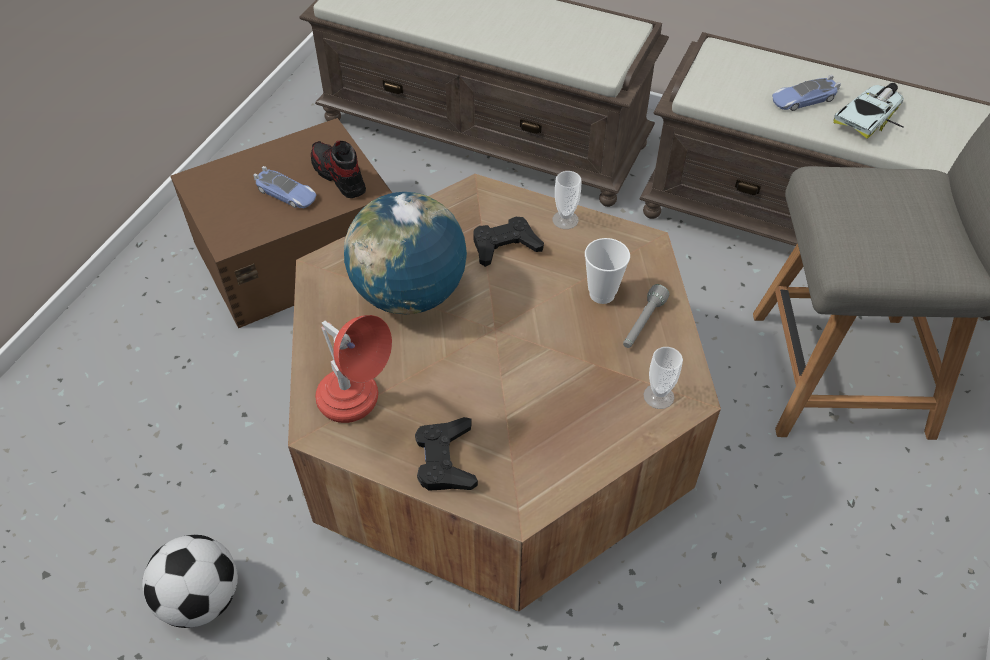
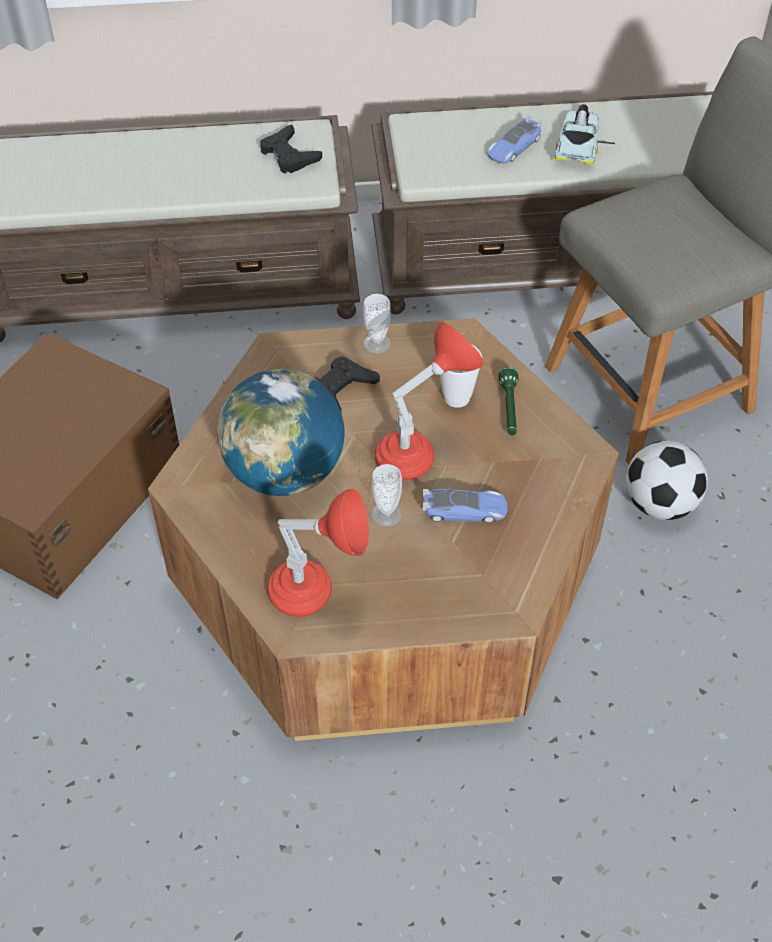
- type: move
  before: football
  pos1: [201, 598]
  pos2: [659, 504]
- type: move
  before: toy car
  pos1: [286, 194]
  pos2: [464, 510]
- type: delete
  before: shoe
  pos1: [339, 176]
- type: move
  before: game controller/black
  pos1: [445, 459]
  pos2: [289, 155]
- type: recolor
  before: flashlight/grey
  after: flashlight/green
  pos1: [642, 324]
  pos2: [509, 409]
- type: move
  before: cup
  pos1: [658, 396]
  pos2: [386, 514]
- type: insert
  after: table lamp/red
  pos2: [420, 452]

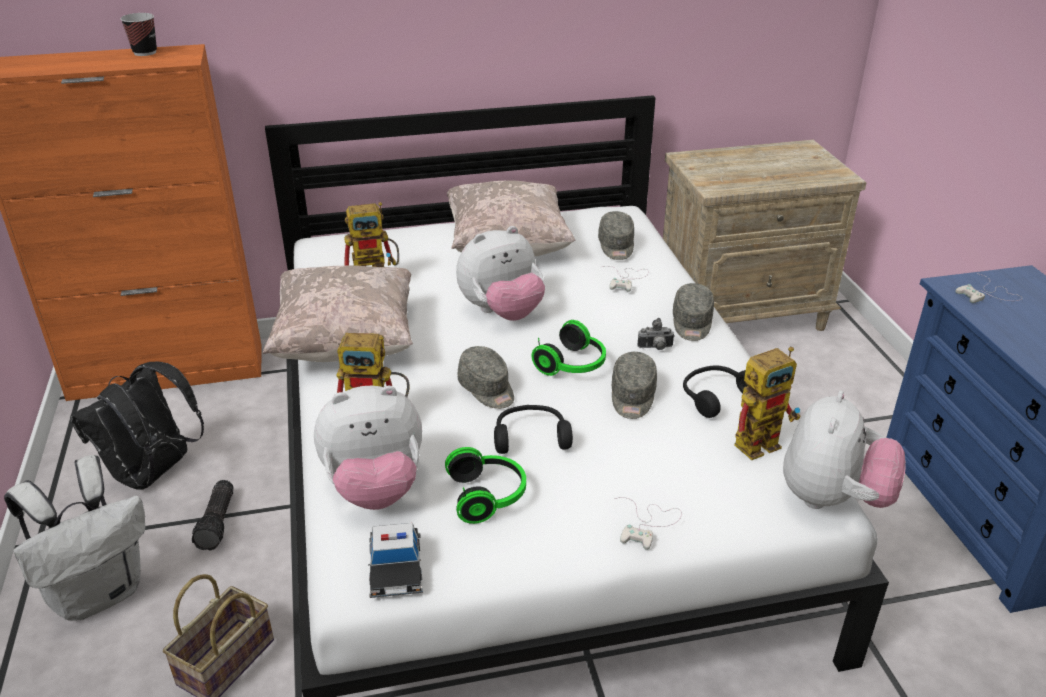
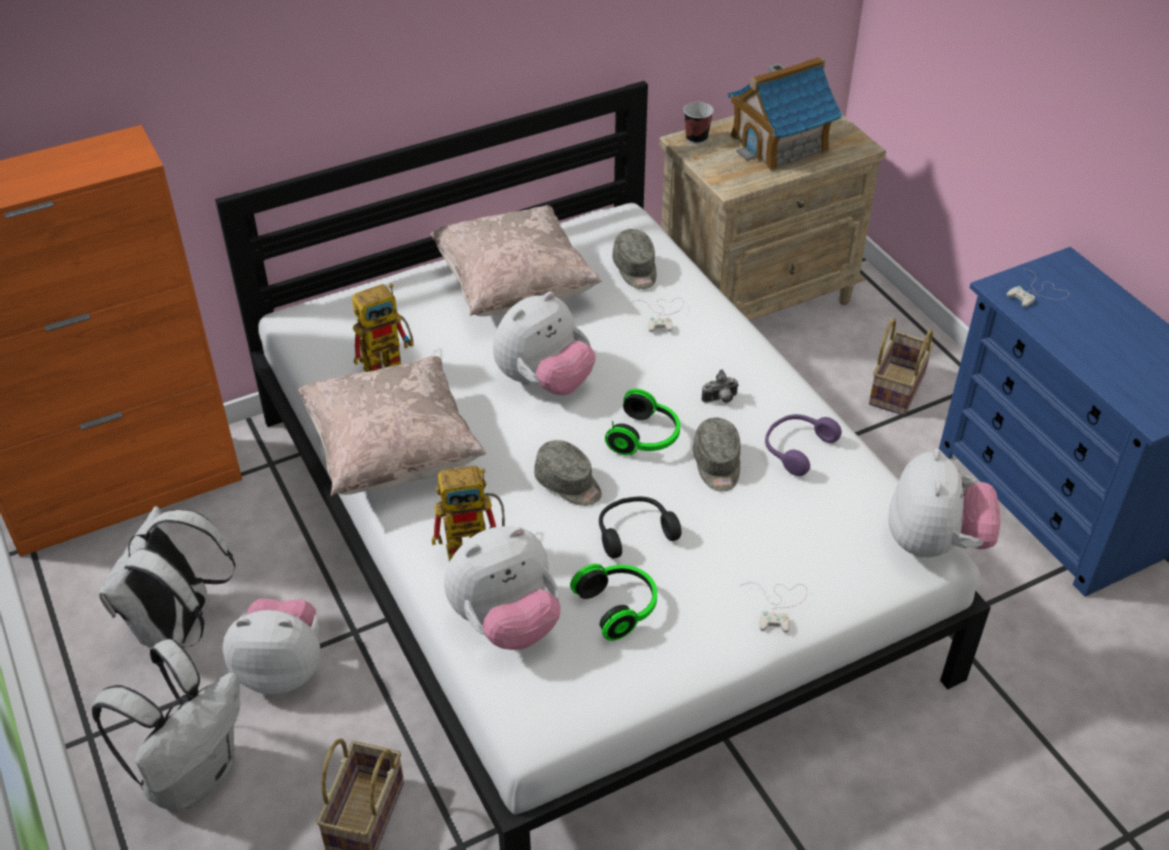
- type: recolor
  before: backpack/black
  after: backpack/white
  pos1: [154, 474]
  pos2: [178, 627]
- type: move
  before: cup
  pos1: [145, 52]
  pos2: [696, 138]
- type: replace
  before: flashlight
  after: plush toy
  pos1: [218, 522]
  pos2: [282, 669]
- type: delete
  before: toy car
  pos1: [396, 568]
- type: delete
  before: cap/grey
  pos1: [692, 323]
- type: recolor
  before: headphones/black
  after: headphones/purple
  pos1: [714, 396]
  pos2: [796, 448]
- type: delete
  before: toy robot
  pos1: [762, 440]
- type: insert
  after: toy house
  pos2: [780, 143]
- type: insert
  after: basket
  pos2: [896, 387]

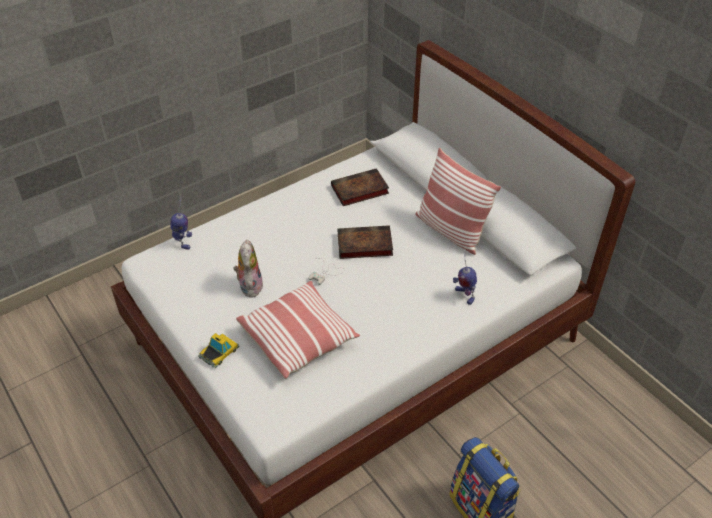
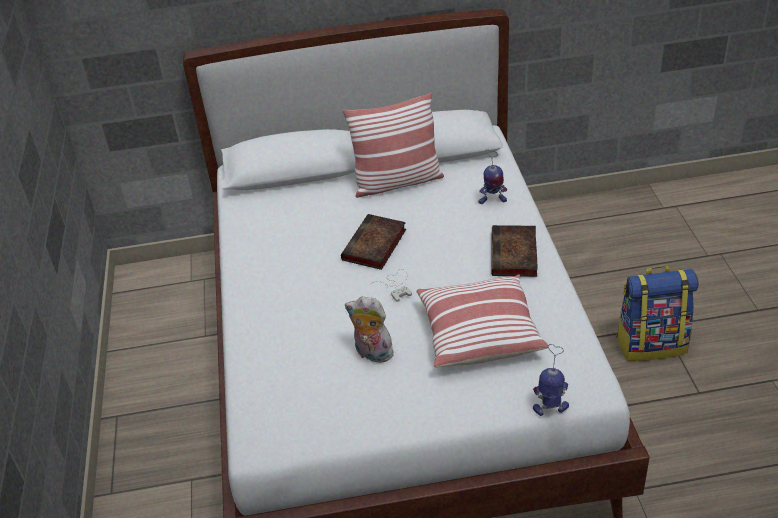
- type: move
  before: toy robot
  pos1: [183, 242]
  pos2: [551, 408]
- type: delete
  before: toy car
  pos1: [219, 352]
- type: move
  before: book
  pos1: [358, 190]
  pos2: [514, 256]

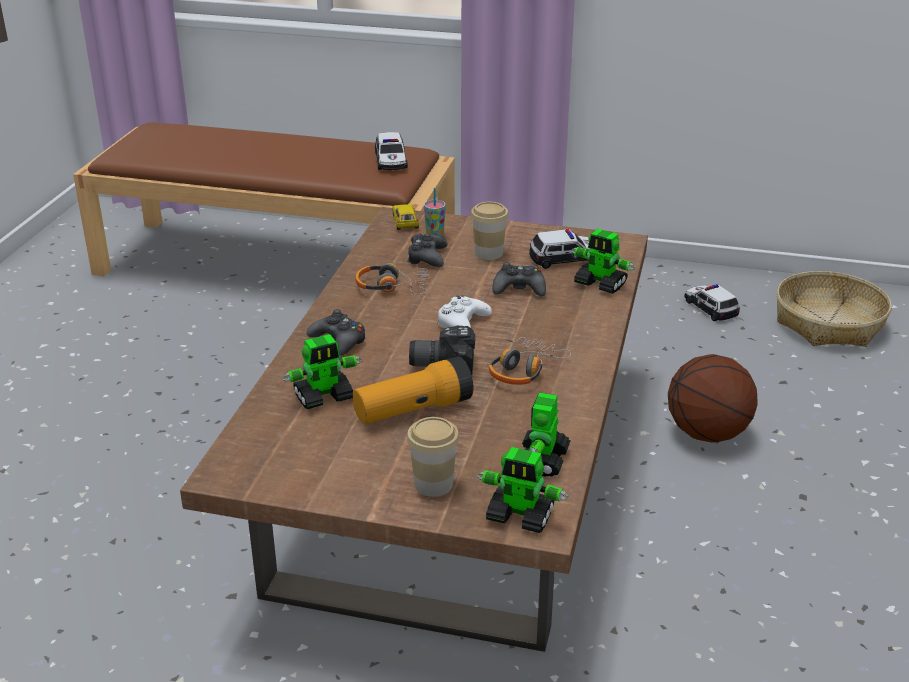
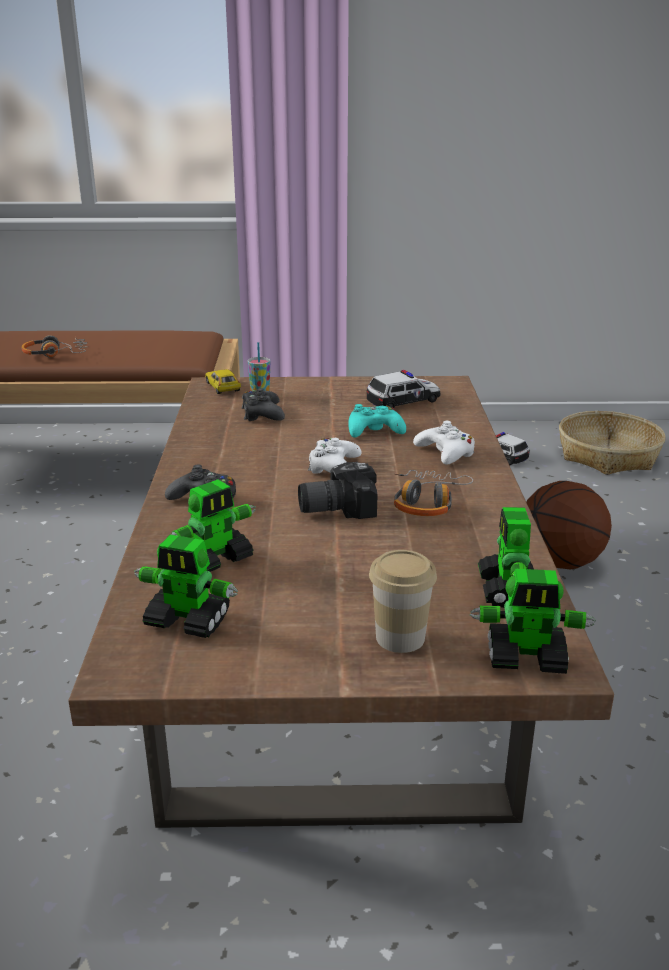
- type: delete
  before: flashlight
  pos1: [413, 410]
- type: move
  before: headphones
  pos1: [393, 286]
  pos2: [56, 354]
- type: delete
  before: toy car
  pos1: [391, 161]
- type: delete
  before: cup
  pos1: [488, 253]
- type: recolor
  before: game controller/black
  after: game controller/turquoise
  pos1: [519, 289]
  pos2: [374, 430]
- type: move
  before: toy robot
  pos1: [600, 284]
  pos2: [188, 621]
- type: insert
  after: game controller/white
  pos2: [445, 453]

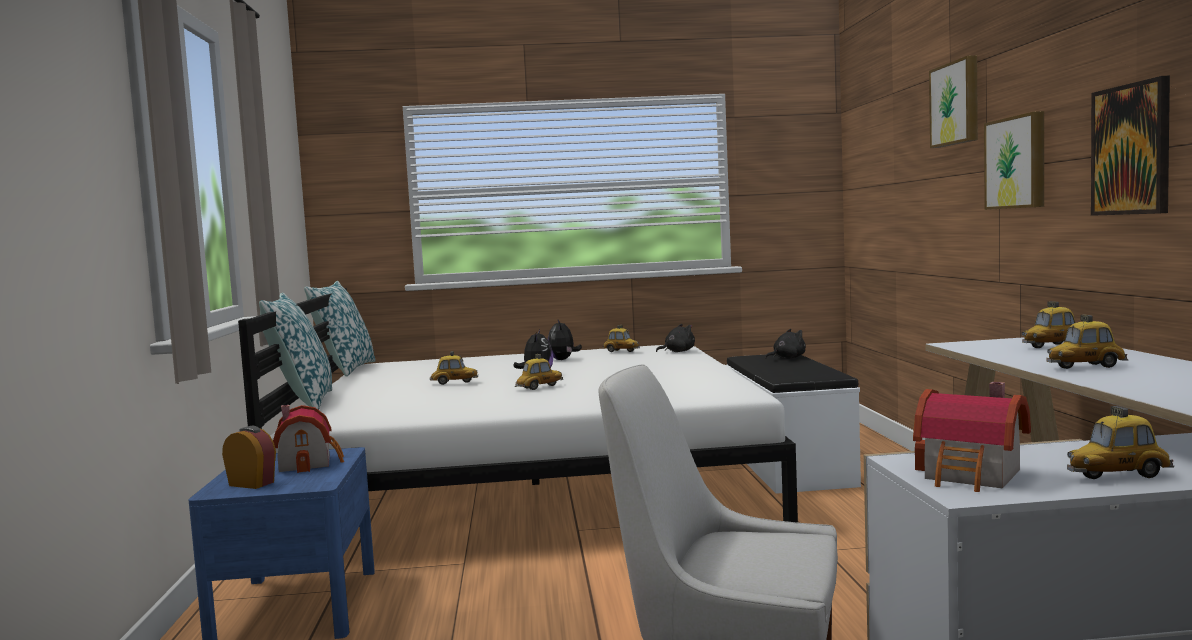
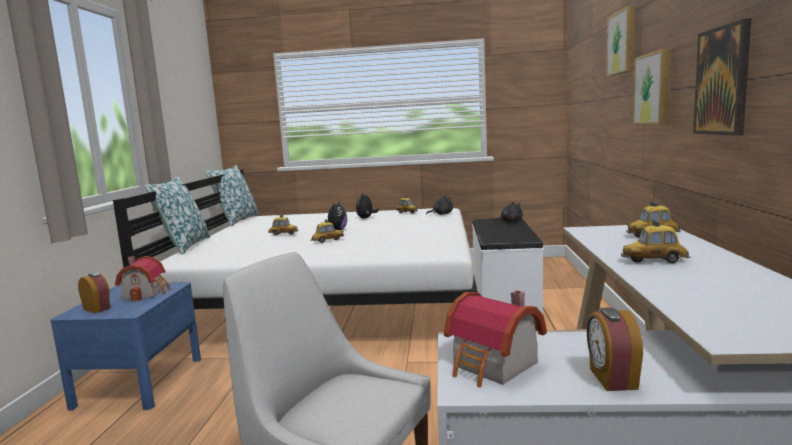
- type: replace
  before: toy car
  after: alarm clock
  pos1: [1118, 476]
  pos2: [611, 379]

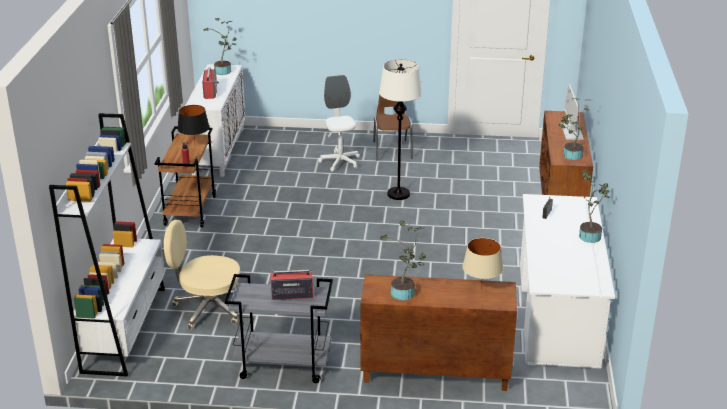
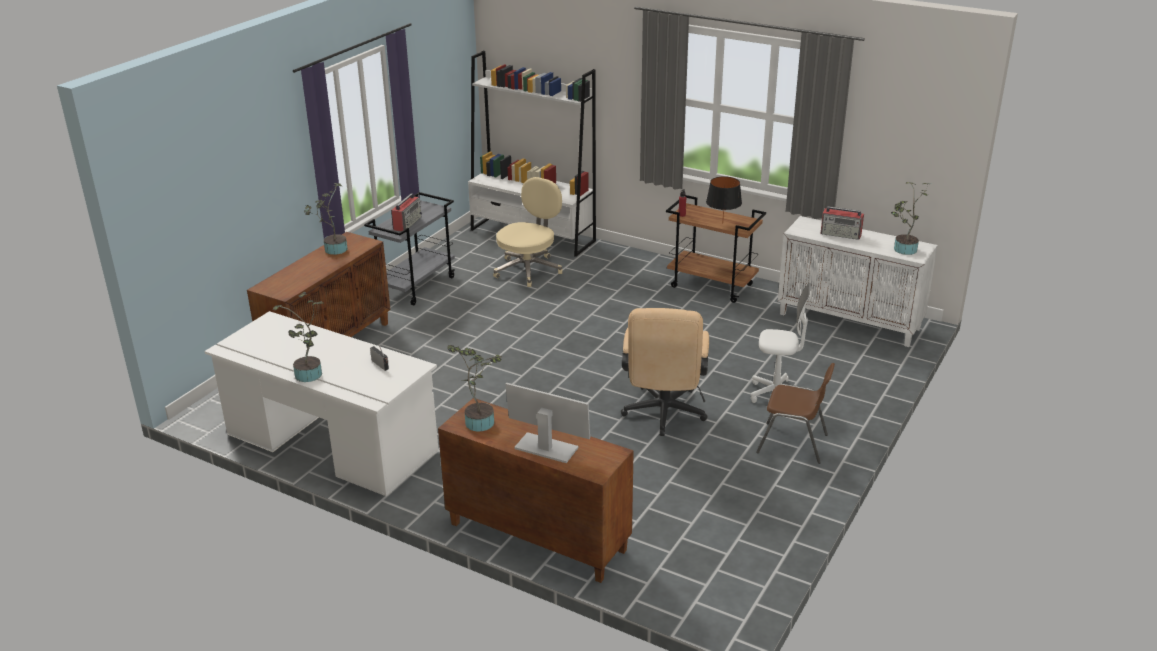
- type: replace
  before: floor lamp/white
  after: office chair/beige
  pos1: [398, 194]
  pos2: [663, 415]
- type: delete
  before: table lamp/beige
  pos1: [481, 289]

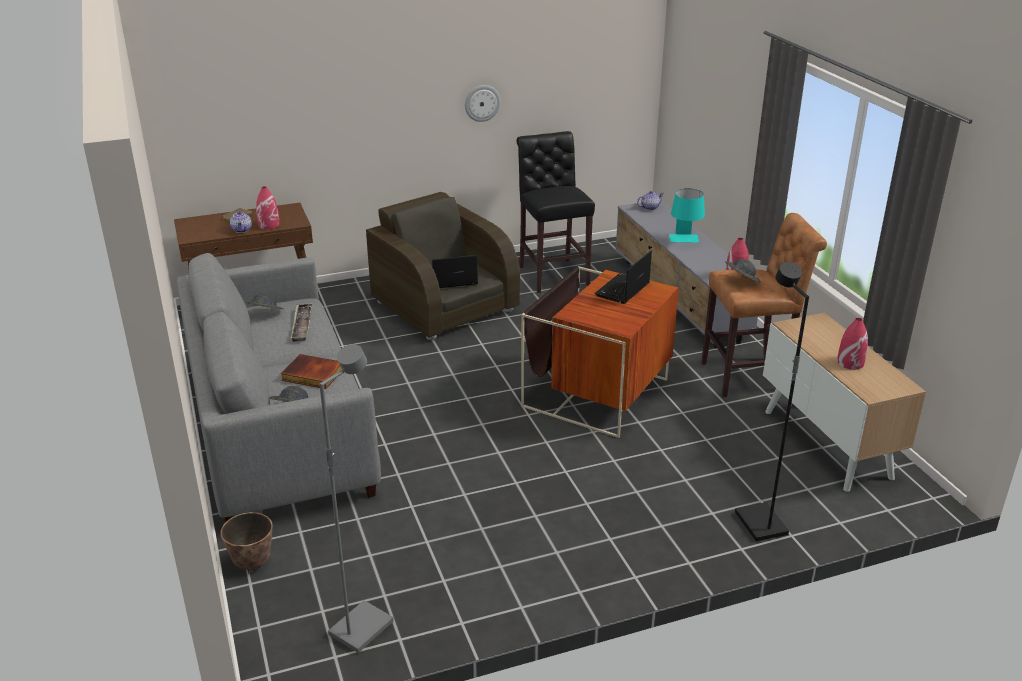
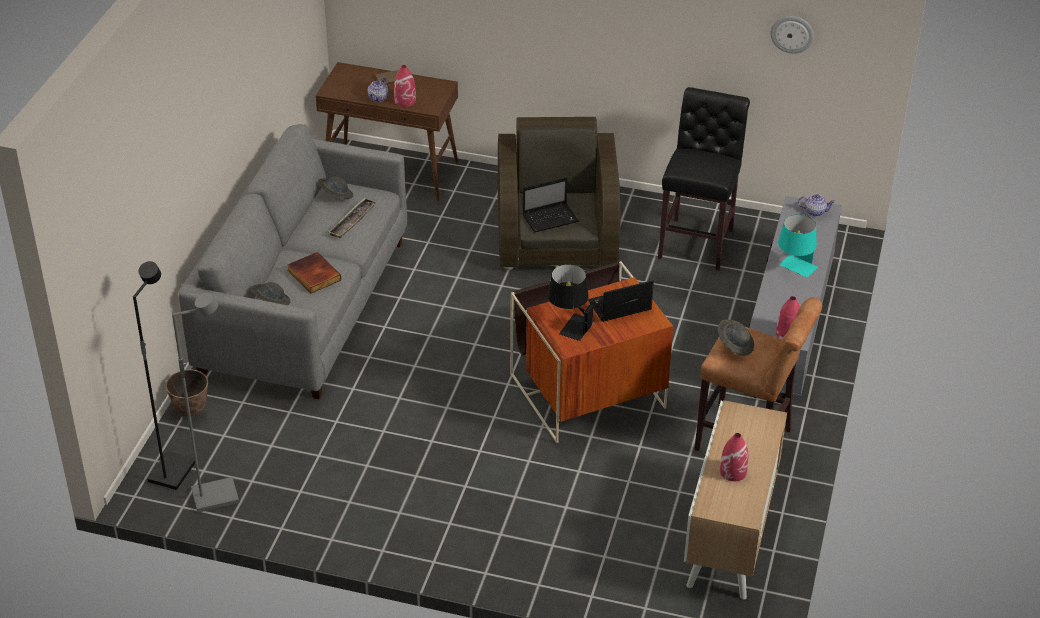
- type: rotate
  before: laptop
  pos1: [452, 281]
  pos2: [551, 218]
  turn: 135
- type: move
  before: wall clock
  pos1: [482, 103]
  pos2: [792, 34]
- type: move
  before: floor lamp/black
  pos1: [759, 524]
  pos2: [171, 472]
- type: insert
  after: table lamp/black
  pos2: [569, 324]

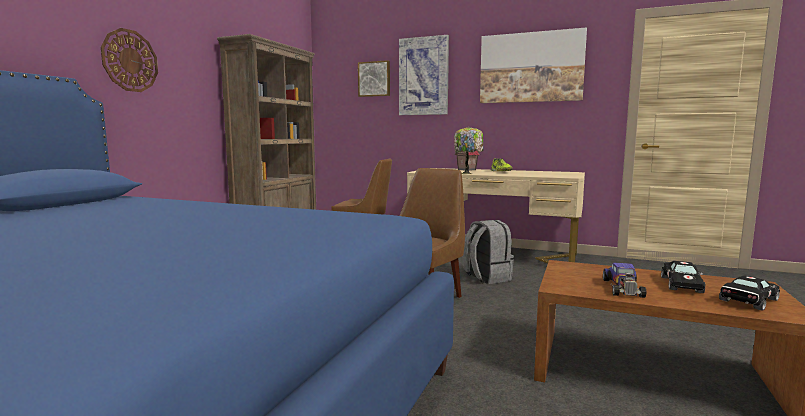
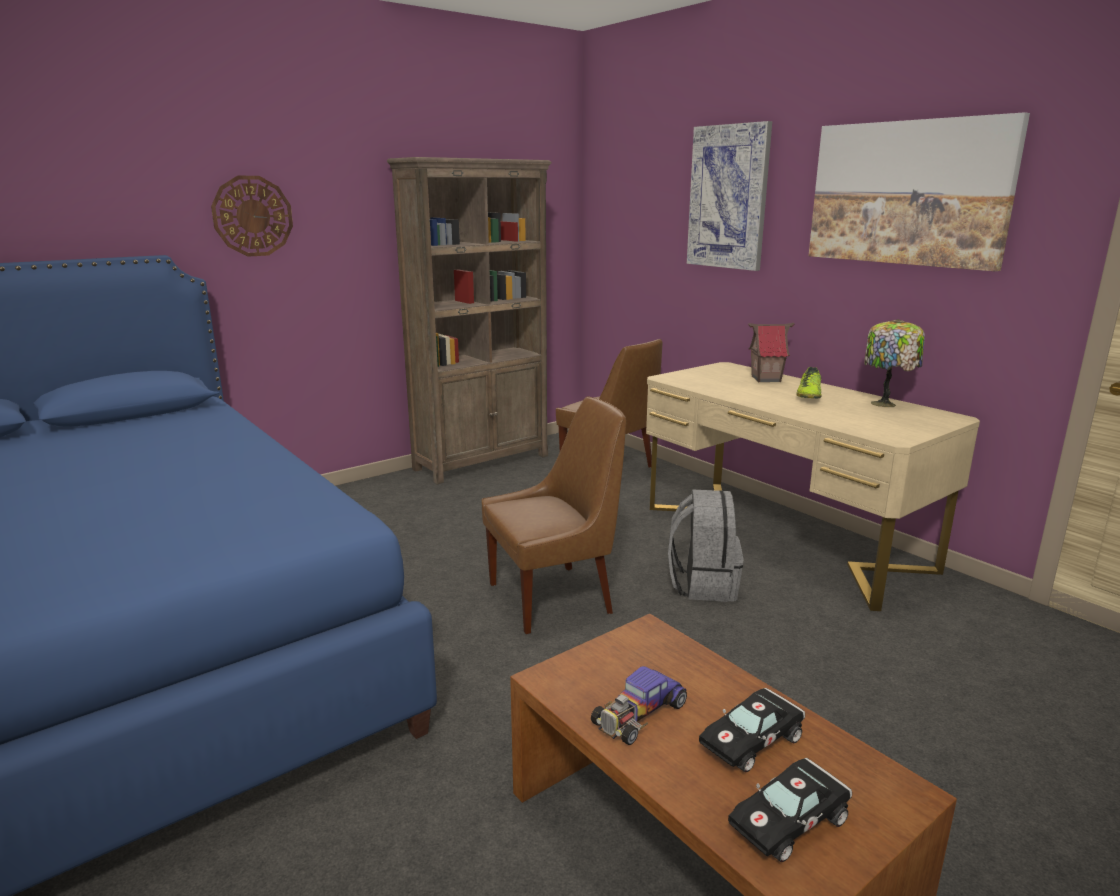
- type: delete
  before: picture
  pos1: [374, 79]
- type: move
  before: table lamp
  pos1: [467, 173]
  pos2: [885, 404]
- type: rotate
  before: toy car/black
  pos1: [748, 301]
  pos2: [791, 820]
  turn: 150

